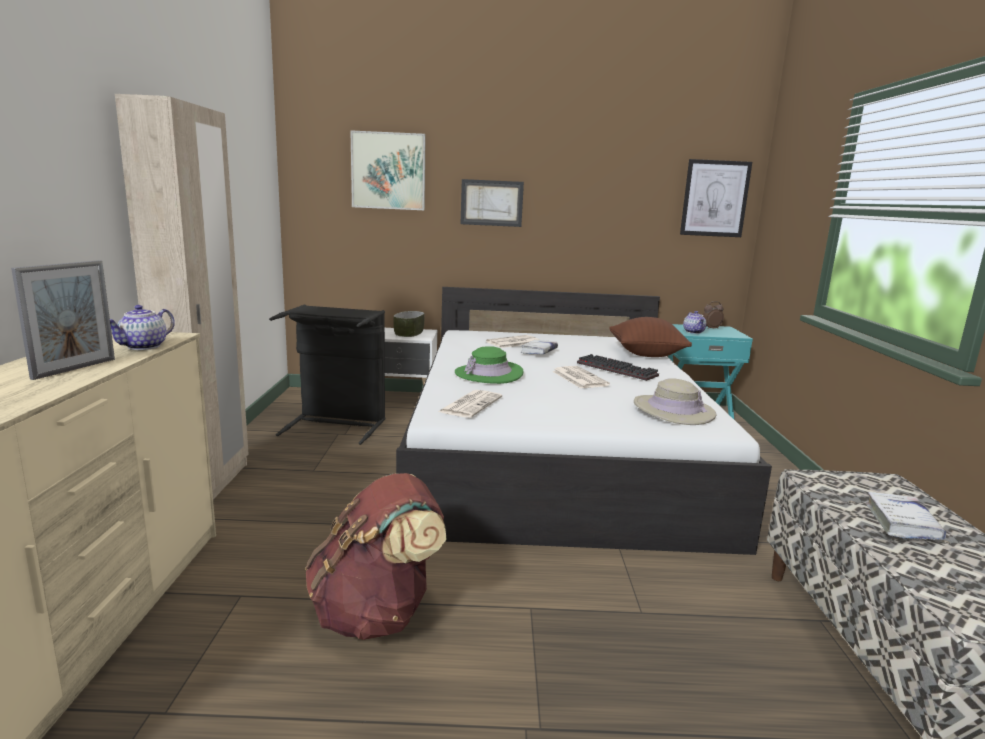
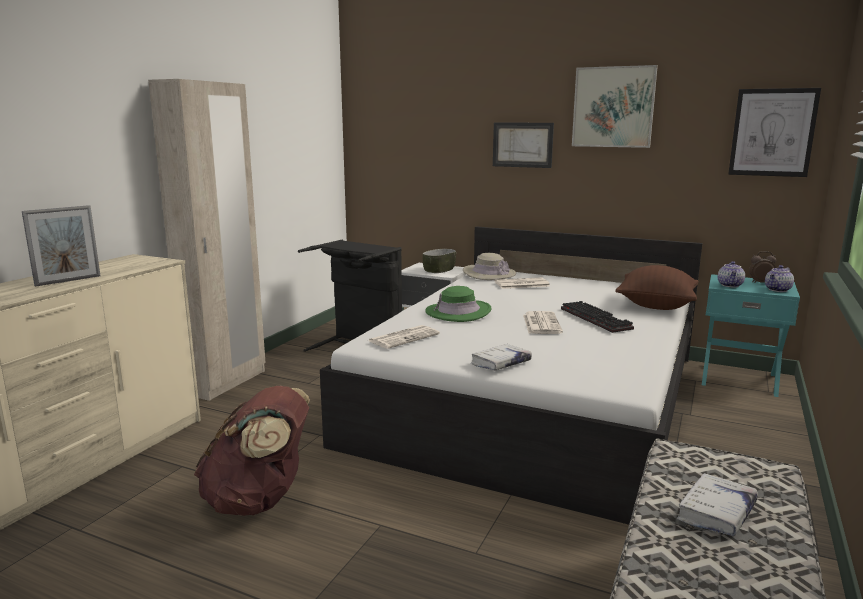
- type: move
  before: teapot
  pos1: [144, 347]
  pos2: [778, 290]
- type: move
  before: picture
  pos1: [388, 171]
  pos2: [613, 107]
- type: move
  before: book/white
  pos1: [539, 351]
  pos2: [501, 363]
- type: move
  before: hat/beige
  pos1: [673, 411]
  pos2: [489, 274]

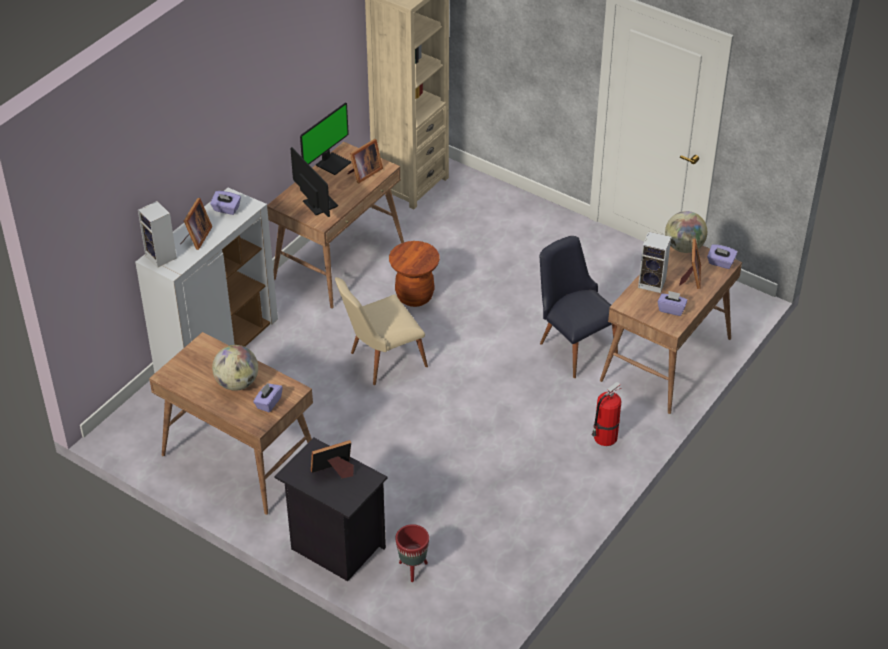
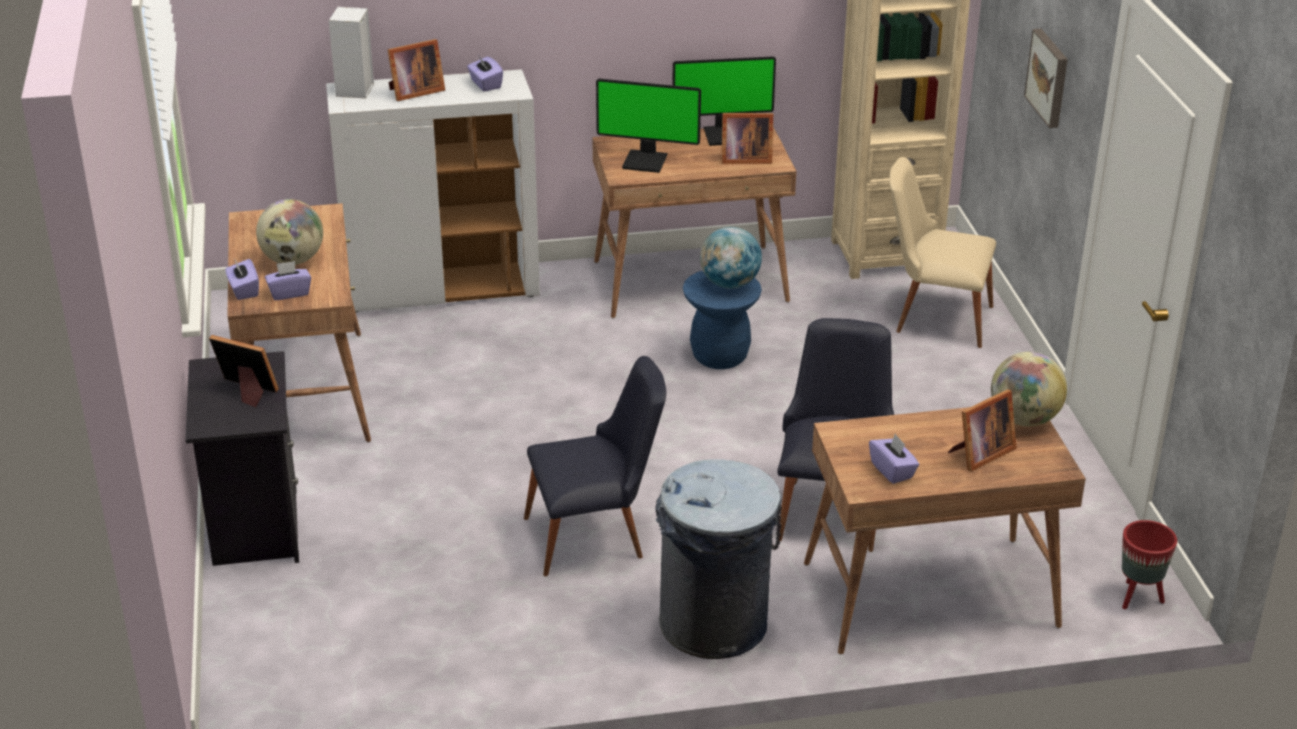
- type: rotate
  before: monitor
  pos1: [318, 204]
  pos2: [646, 161]
  turn: 90
- type: move
  before: chair/beige
  pos1: [380, 360]
  pos2: [933, 317]
- type: recolor
  before: stool/brown
  after: stool/blue
  pos1: [414, 296]
  pos2: [720, 356]
- type: move
  before: planter/red
  pos1: [412, 569]
  pos2: [1137, 597]
- type: replace
  before: fire extinguisher
  after: trash can/grey
  pos1: [604, 438]
  pos2: [714, 624]
- type: delete
  before: speaker
  pos1: [653, 283]
- type: move
  before: tissue box/purple
  pos1: [720, 263]
  pos2: [243, 290]
- type: insert
  after: chair/black
  pos2: [596, 537]
- type: insert
  after: globe
  pos2: [729, 284]
- type: insert
  after: picture
  pos2: [1049, 77]

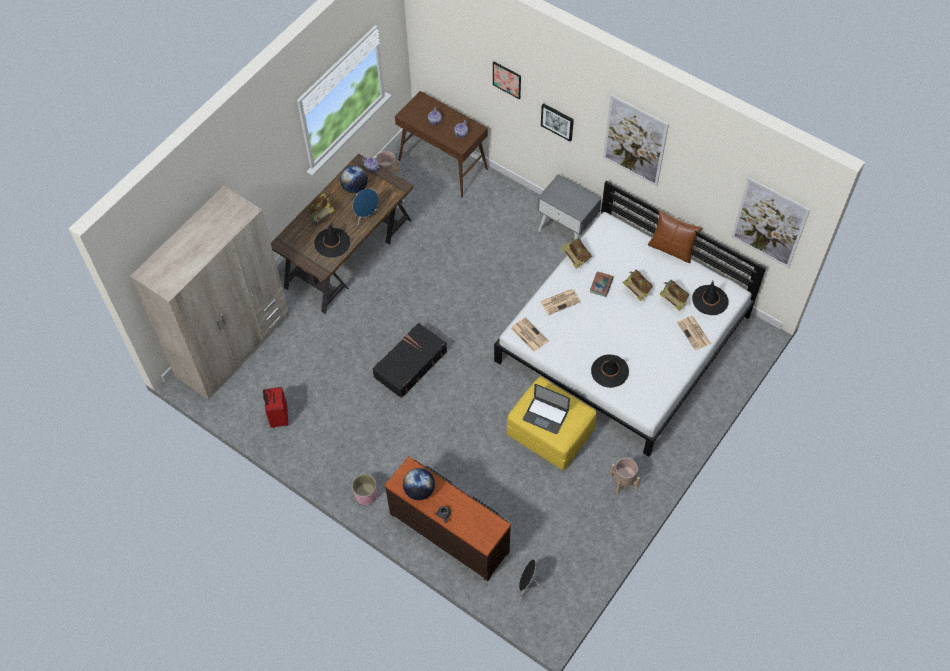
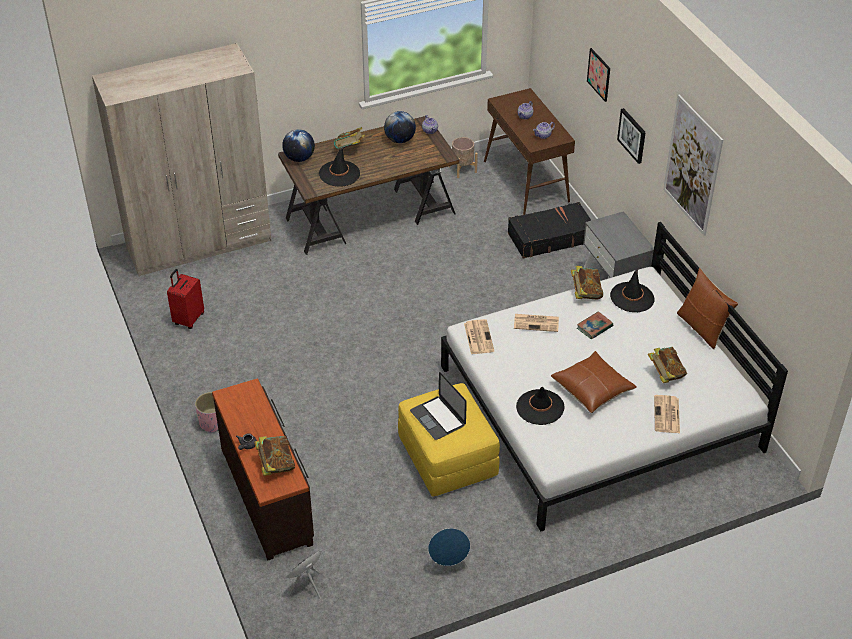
- type: move
  before: speaker/blue
  pos1: [366, 216]
  pos2: [448, 565]
- type: move
  before: suitcase/black
  pos1: [410, 364]
  pos2: [550, 237]
- type: move
  before: globe
  pos1: [419, 490]
  pos2: [299, 158]
- type: delete
  before: planter/beige
  pos1: [623, 481]
- type: move
  before: book
  pos1: [636, 290]
  pos2: [275, 465]
- type: move
  before: hat/black
  pos1: [710, 300]
  pos2: [632, 297]
- type: delete
  before: picture
  pos1: [769, 223]
- type: insert
  after: pillow/brown
  pos2: [592, 389]

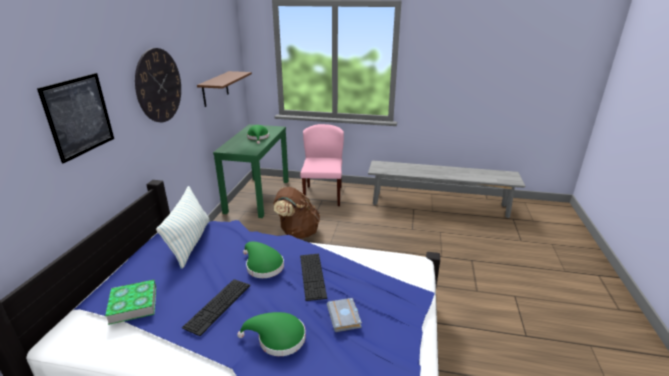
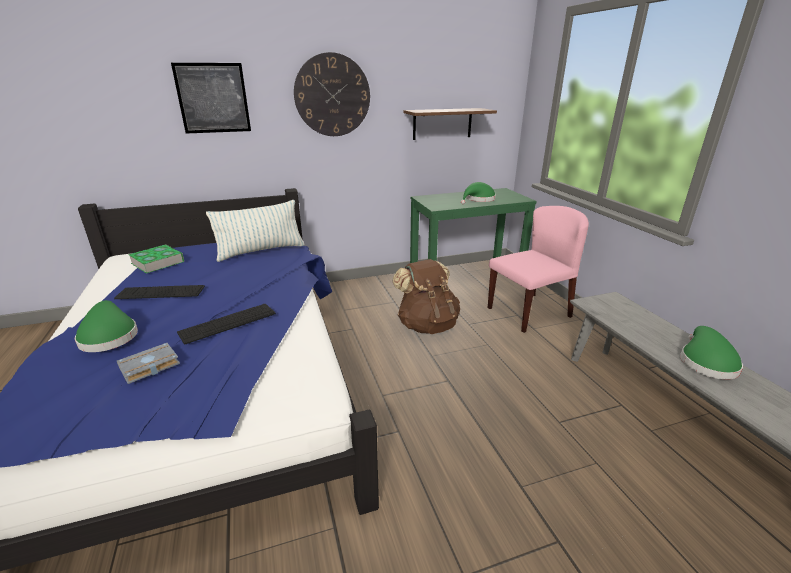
- type: move
  before: hat/green
  pos1: [263, 266]
  pos2: [706, 362]

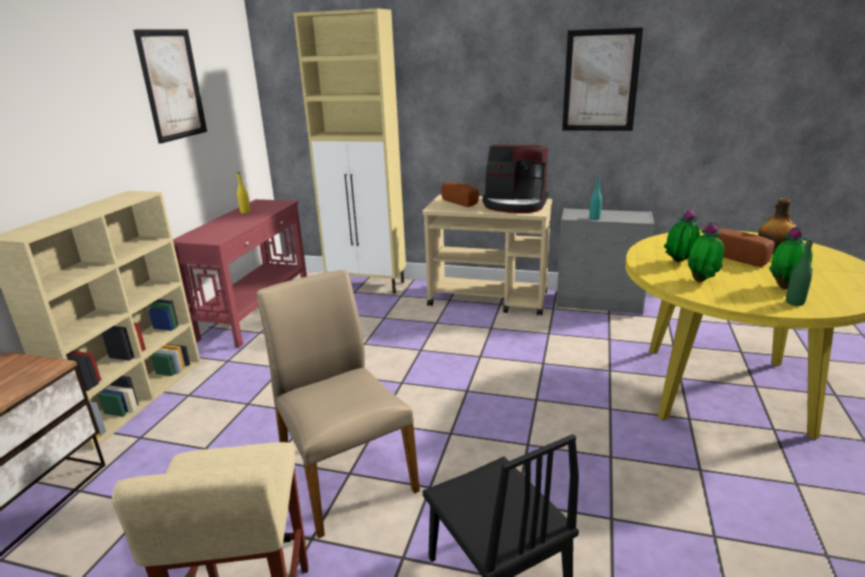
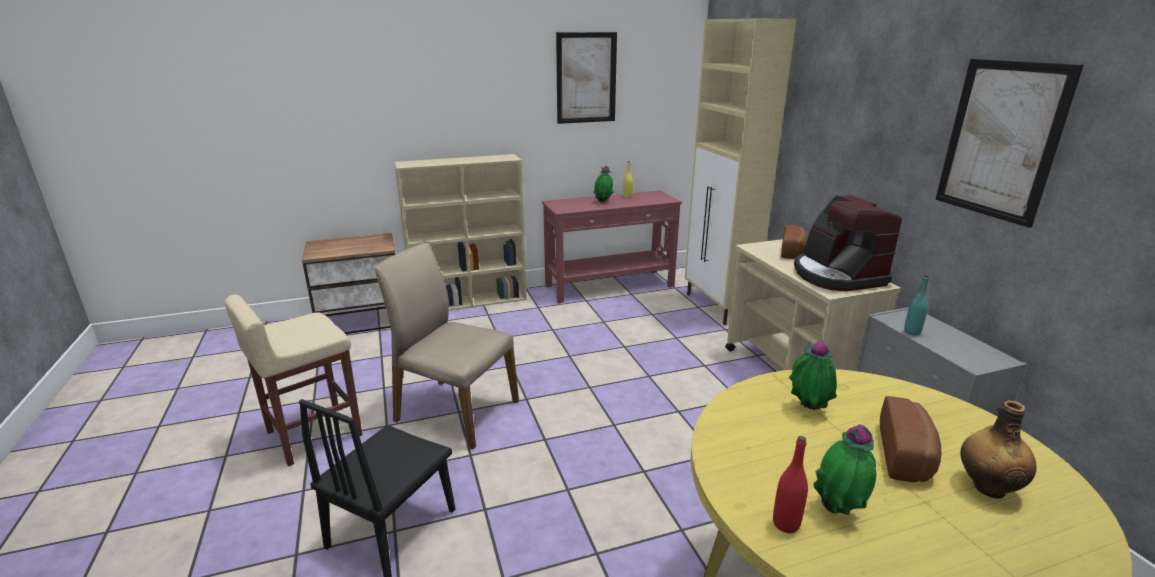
- type: rotate
  before: chair/beige
  pos1: [345, 475]
  pos2: [455, 411]
  turn: -90
- type: move
  before: potted plant
  pos1: [702, 281]
  pos2: [603, 202]
- type: recolor
  before: bottle/green
  after: bottle/red
  pos1: [794, 302]
  pos2: [786, 524]

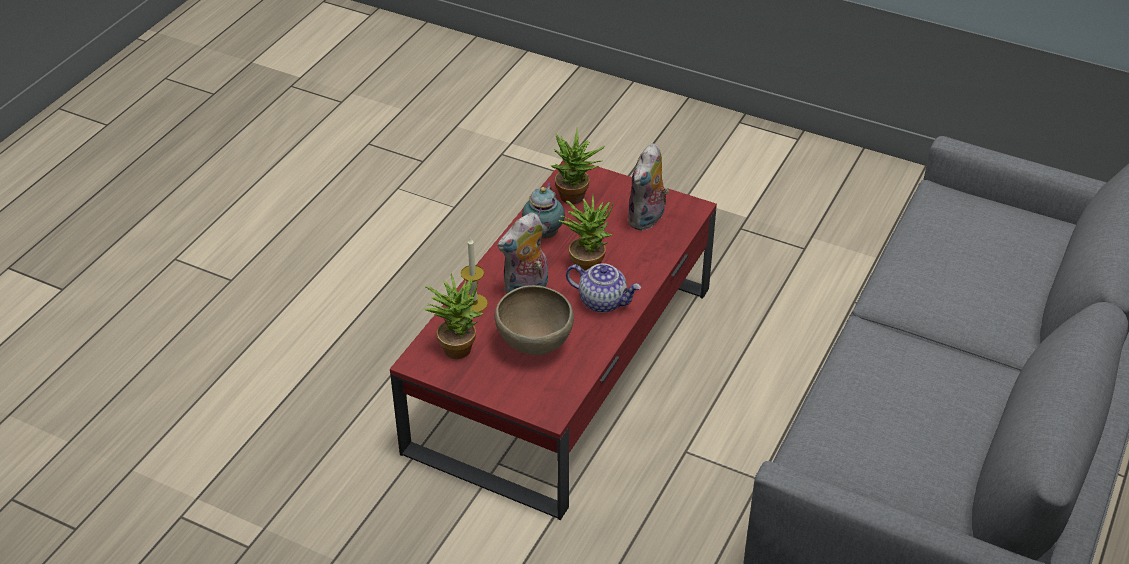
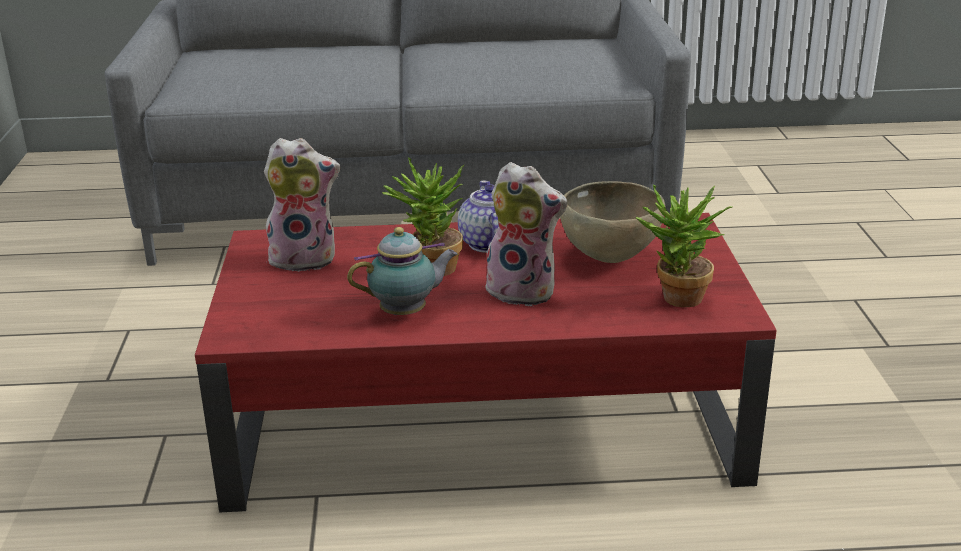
- type: delete
  before: candle
  pos1: [474, 303]
- type: delete
  before: potted plant
  pos1: [576, 198]

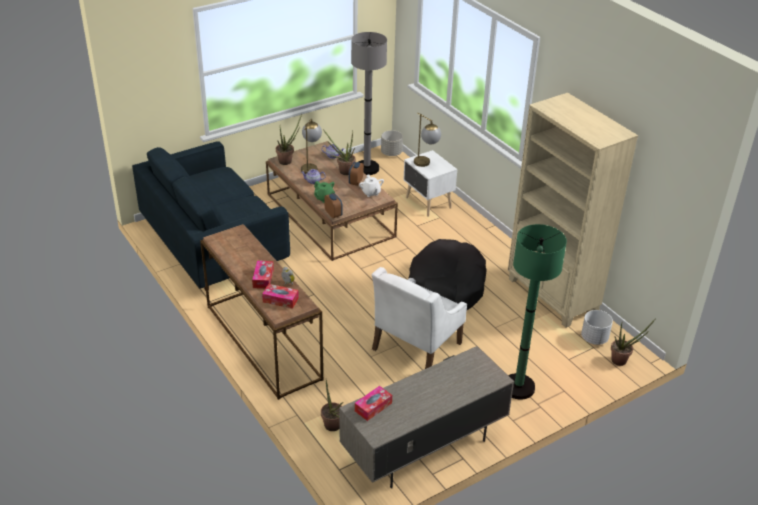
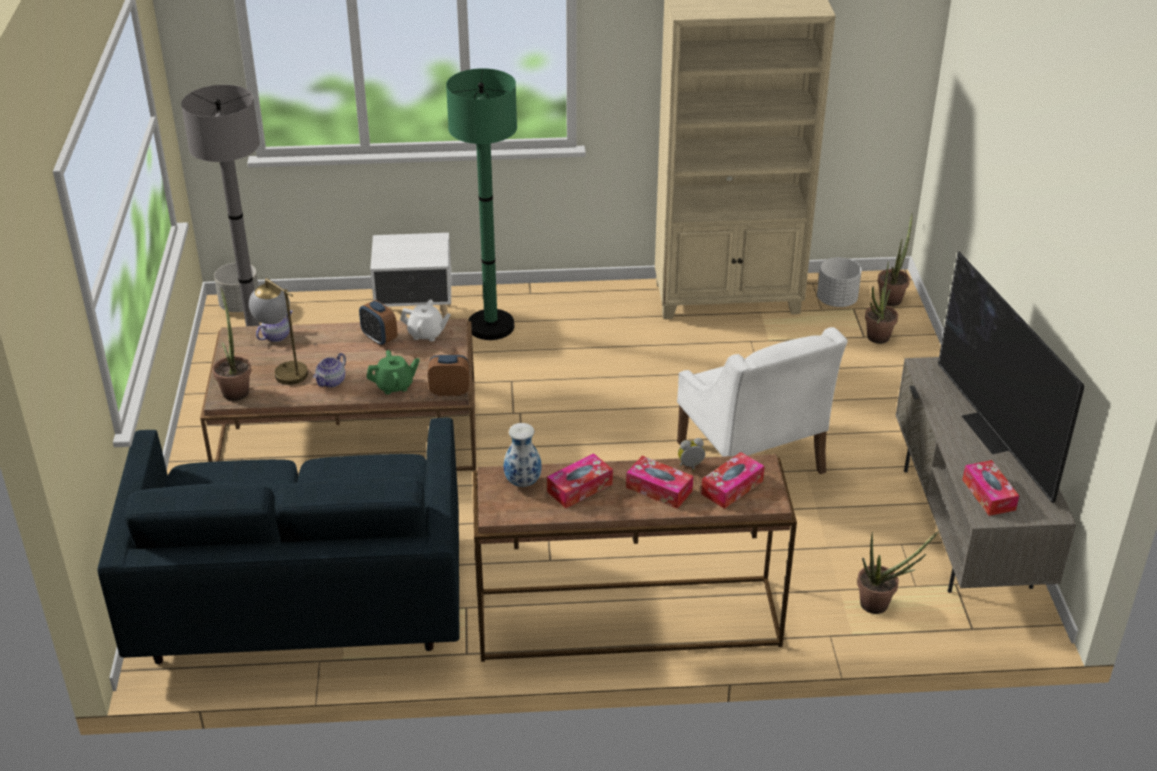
- type: move
  before: potted plant
  pos1: [343, 171]
  pos2: [876, 340]
- type: delete
  before: dog bed/black
  pos1: [447, 286]
- type: delete
  before: table lamp
  pos1: [426, 165]
- type: move
  before: floor lamp/green
  pos1: [518, 387]
  pos2: [491, 326]
- type: insert
  after: vase
  pos2: [523, 482]
- type: insert
  after: tissue box
  pos2: [579, 488]
- type: insert
  after: television
  pos2: [993, 432]

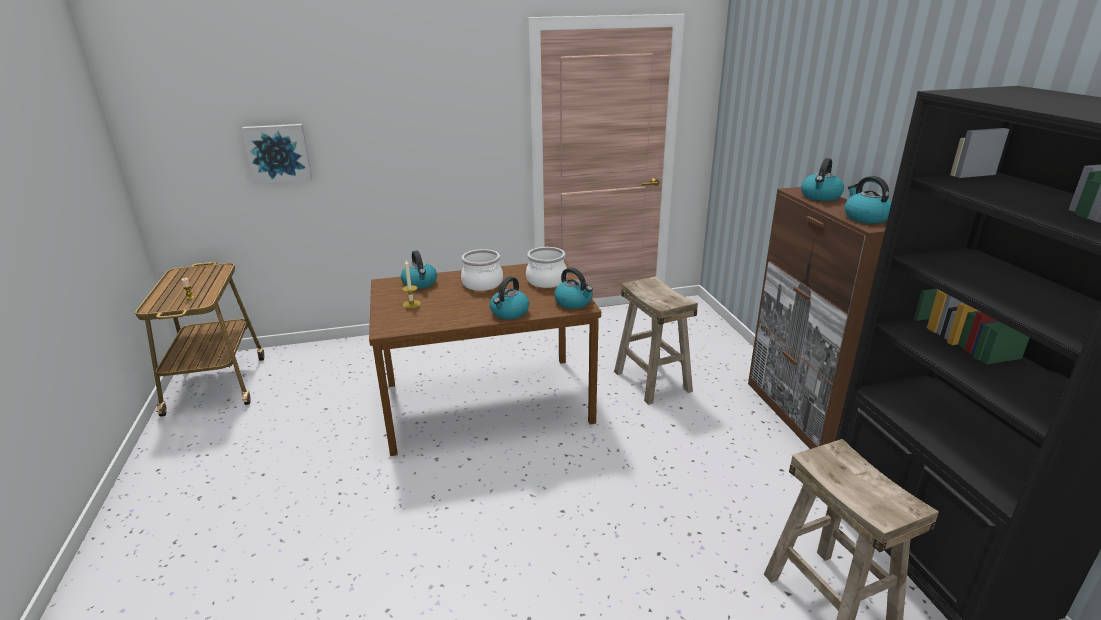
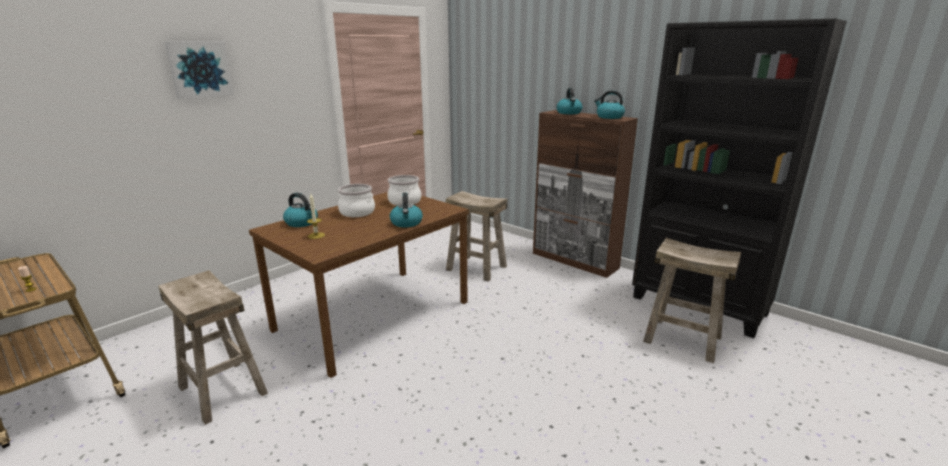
- type: move
  before: picture
  pos1: [278, 153]
  pos2: [200, 69]
- type: delete
  before: kettle
  pos1: [574, 302]
- type: insert
  after: stool/beige
  pos2: [222, 390]

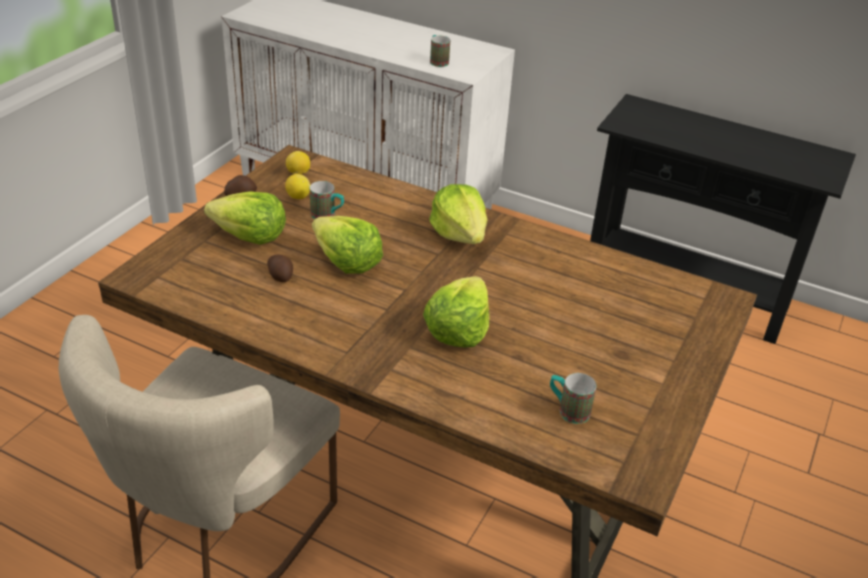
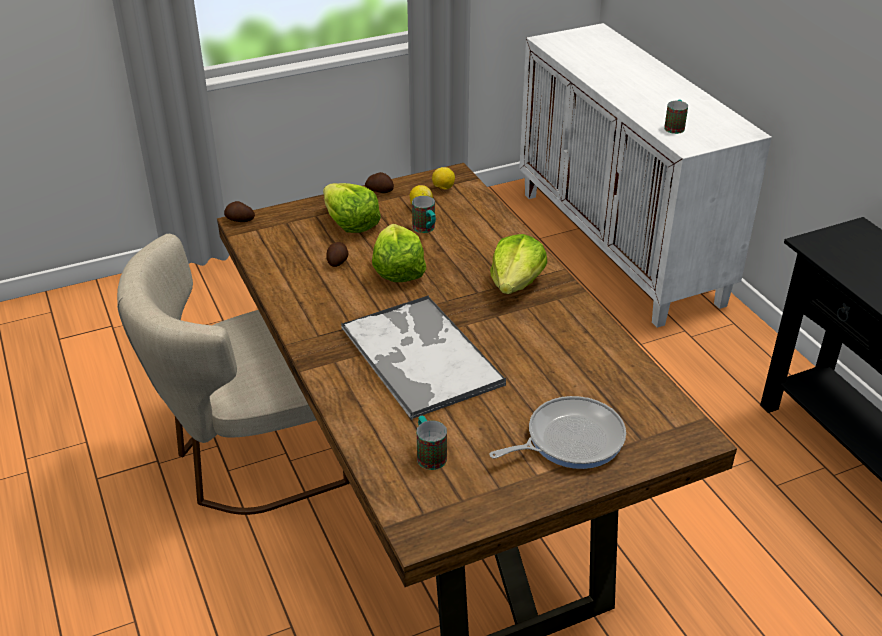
- type: replace
  before: lettuce
  after: tray
  pos1: [458, 329]
  pos2: [419, 356]
- type: insert
  after: potato
  pos2: [239, 220]
- type: insert
  after: frying pan
  pos2: [569, 439]

